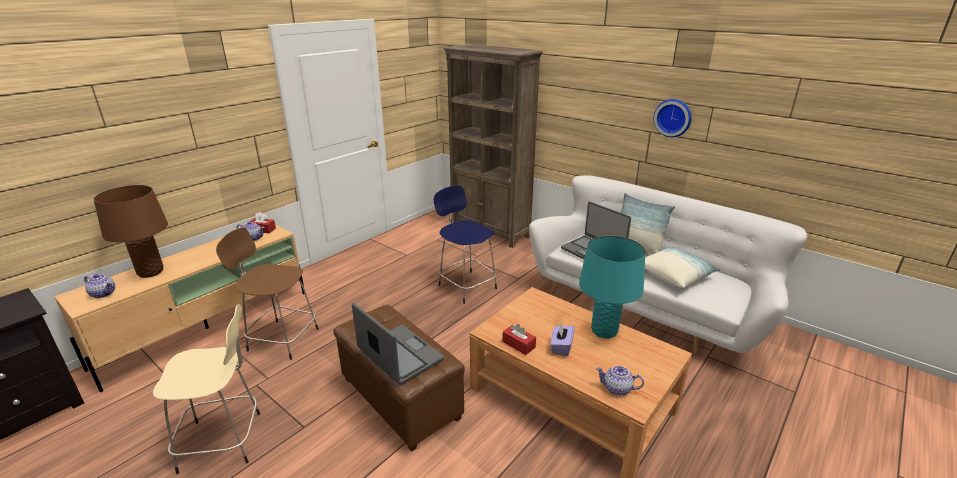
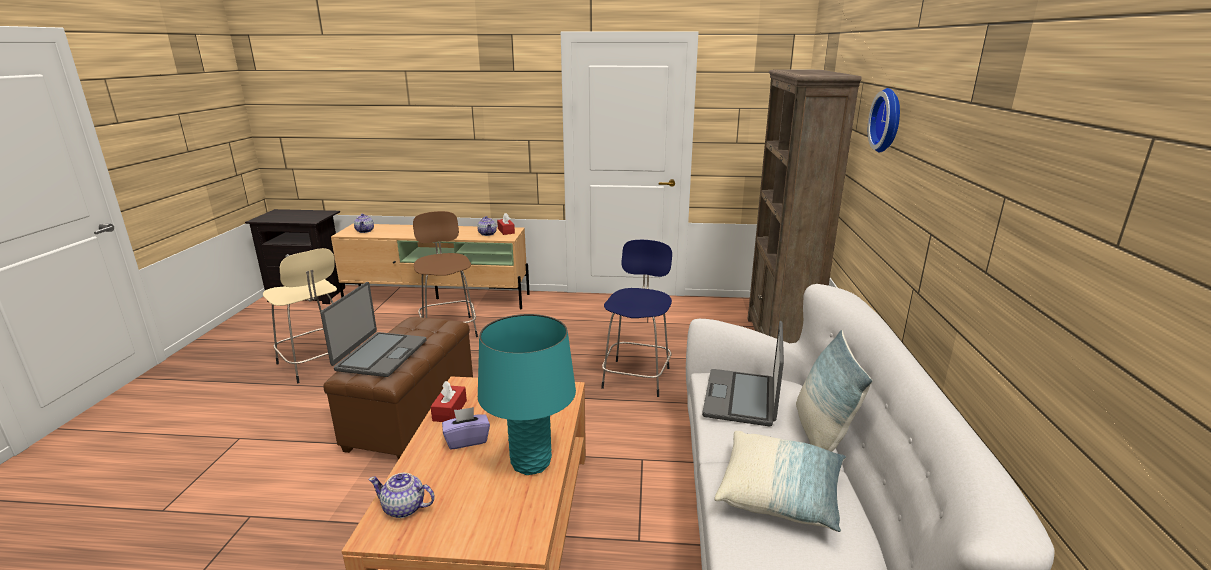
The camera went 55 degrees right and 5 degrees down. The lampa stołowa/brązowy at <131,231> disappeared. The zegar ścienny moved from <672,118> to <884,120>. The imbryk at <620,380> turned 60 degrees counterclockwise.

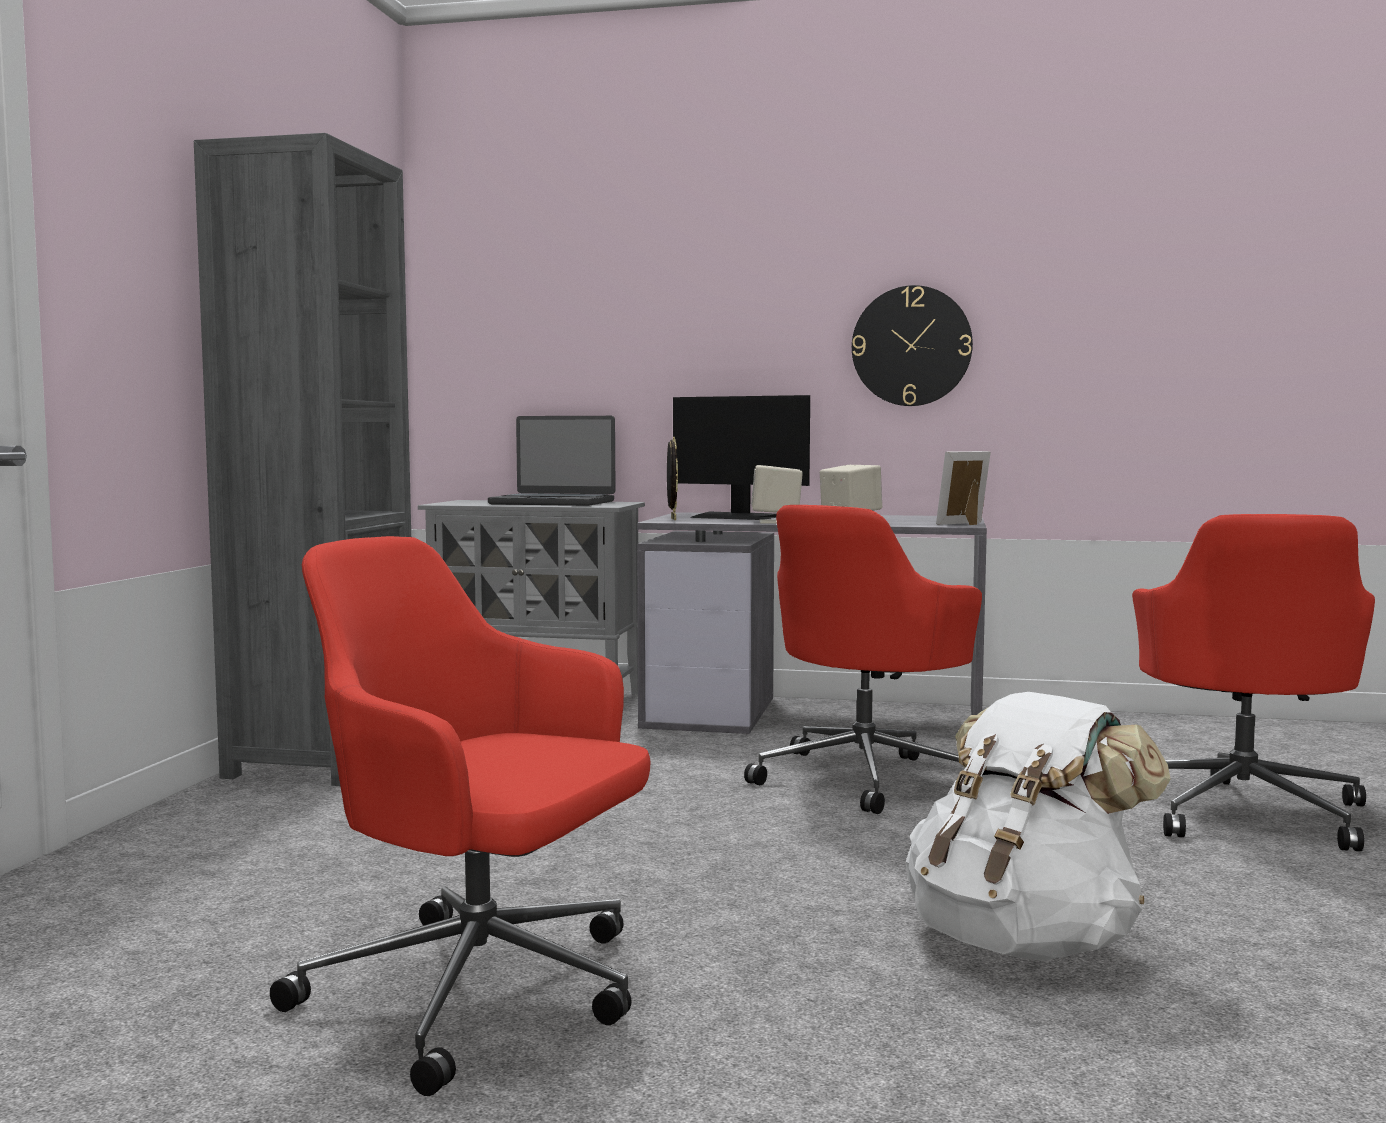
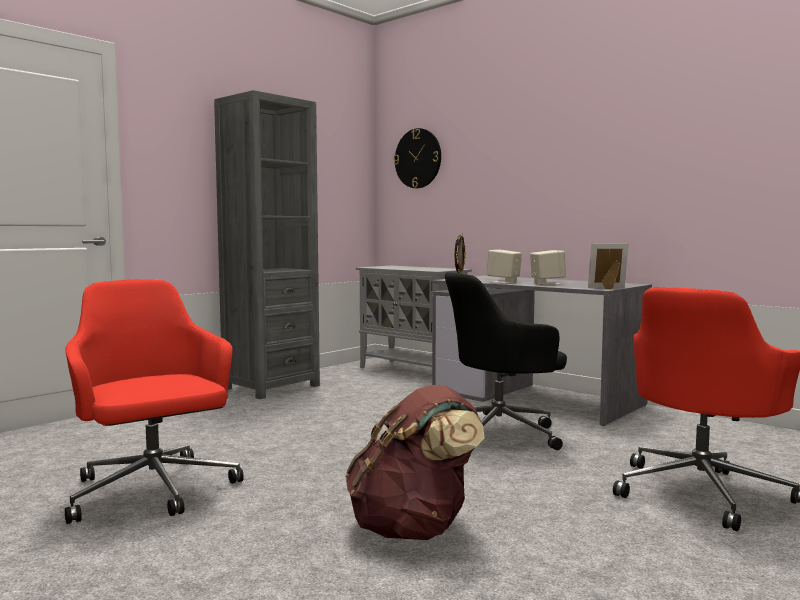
The camera went 30 degrees right and 0 degrees up. The laptop at <551,461> disappeared. The monitor at <741,457> disappeared. The zegar ścienny moved from <912,345> to <417,158>. The krzesło biurowe/czerwony at <863,659> became the krzesło biurowe/czarny at <506,361>. The plecak/biały at <1038,826> became the plecak/brązowy at <415,462>.

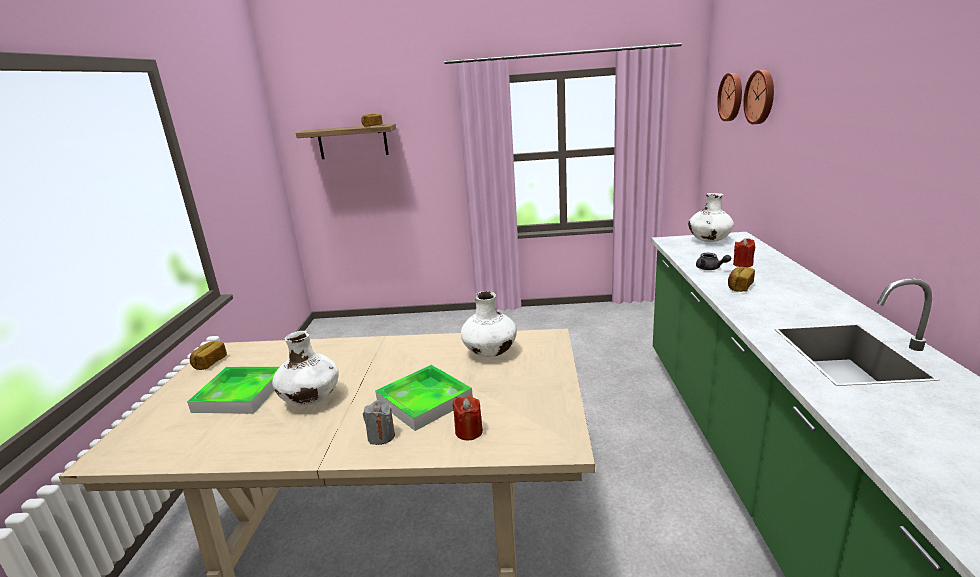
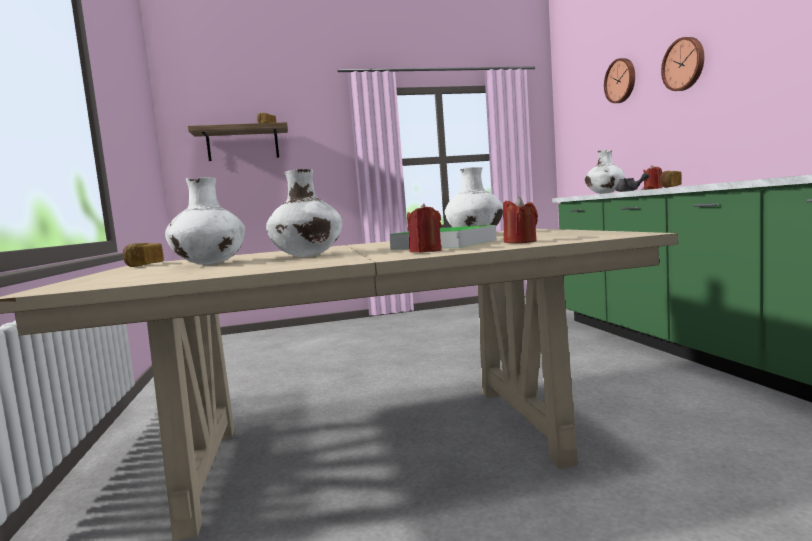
The camera went 15 degrees left and 15 degrees down. The zegar ścienny moved from <729,97> to <683,64>. The taca at <233,390> was replaced by the wazon/biały at <205,221>. The świeca/szary at <379,422> became the świeca/czerwony at <424,228>.

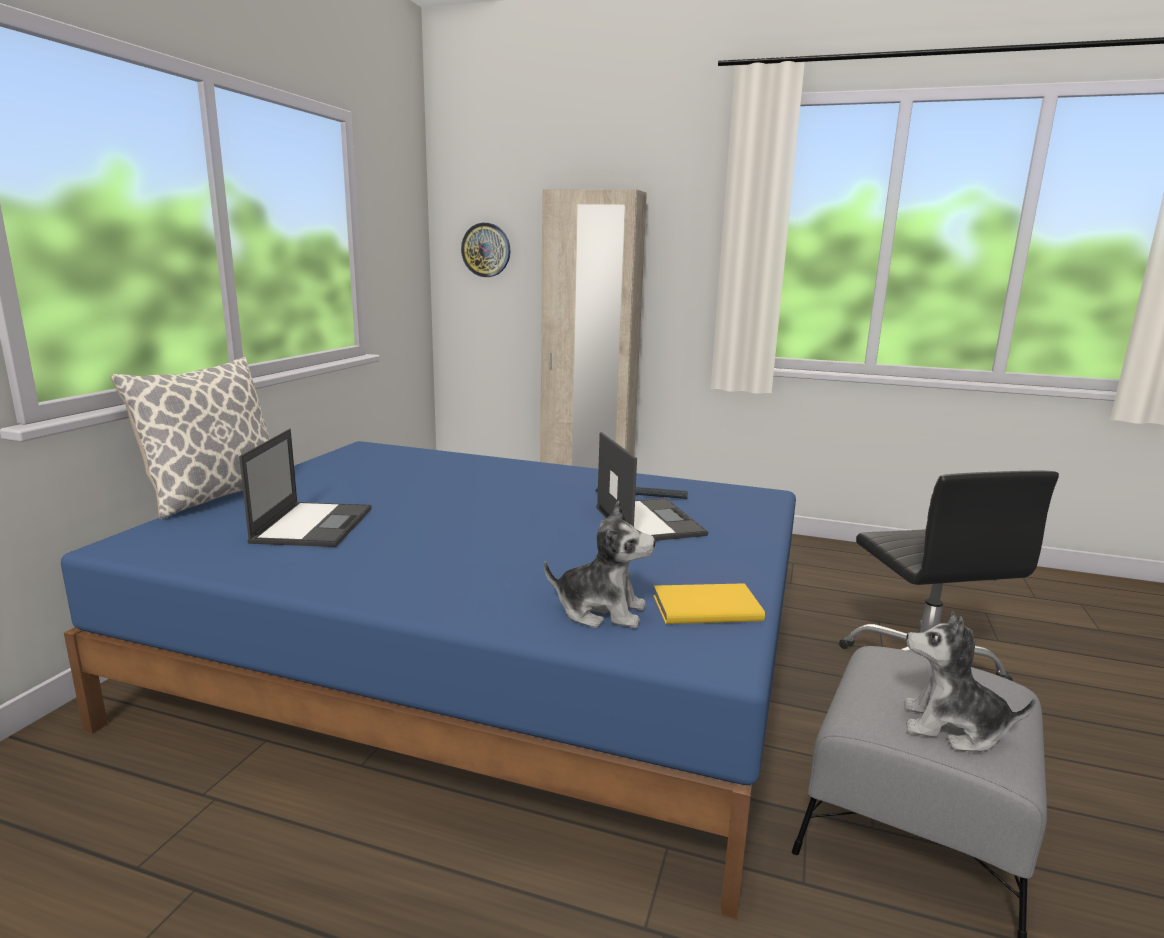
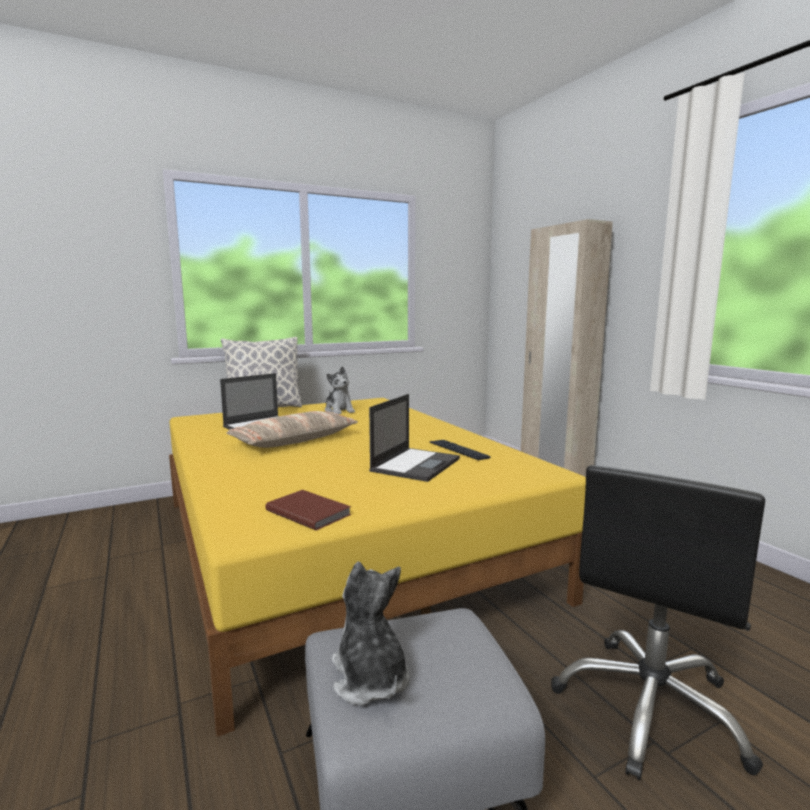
The camera went 45 degrees right and 5 degrees down. The zegar ścienny at <485,250> disappeared. The poduszka at <292,429> appeared. The pluszak moved from <599,564> to <340,390>. The łóżko/niebieski at <428,680> became the łóżko/żółty at <377,567>. The książka/żółty at <709,603> became the książka/brązowy at <308,510>.

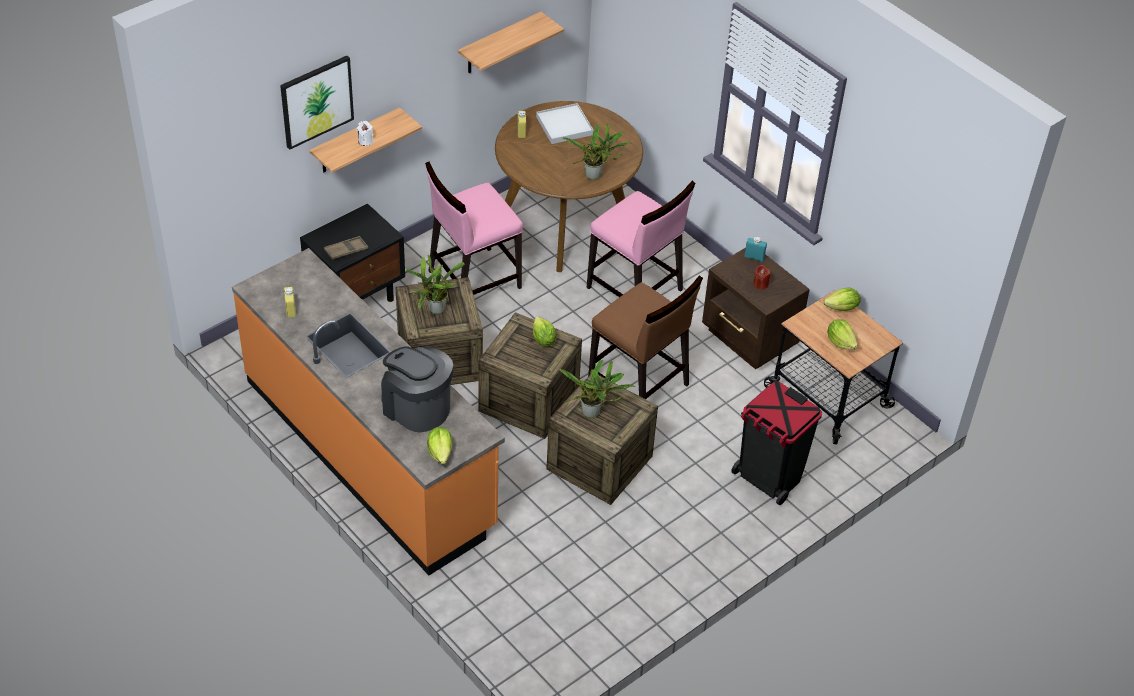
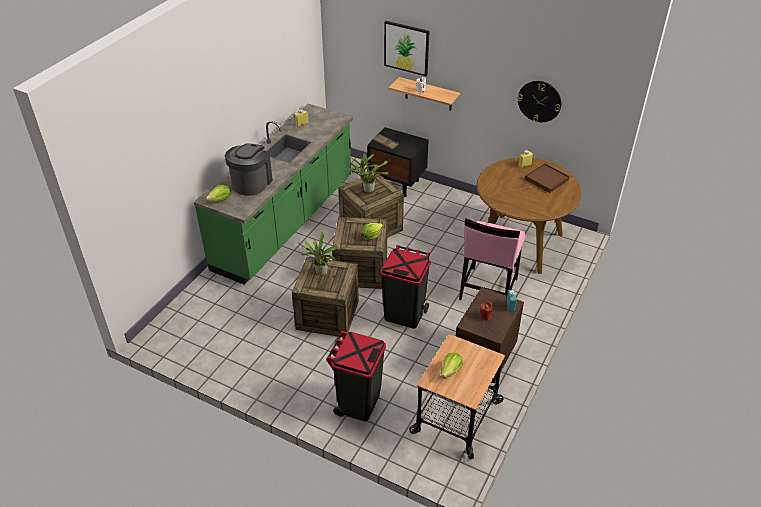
The camera went 70 degrees right and 5 degrees down. The krzesło/różowy at <474,228> disappeared. The roślina doniczkowa at <596,152> disappeared. The sałata at <842,299> disappeared. The półka at <511,42> was replaced by the zegar ścienny at <539,101>. The krzesło/brązowy at <645,337> was replaced by the kosz na śmieci/czarny at <405,286>. The zabudowa kuchenna/pomarańczowy at <368,411> became the zabudowa kuchenna/zielony at <273,194>. The taca/biały at <564,123> became the taca/brązowy at <547,178>.

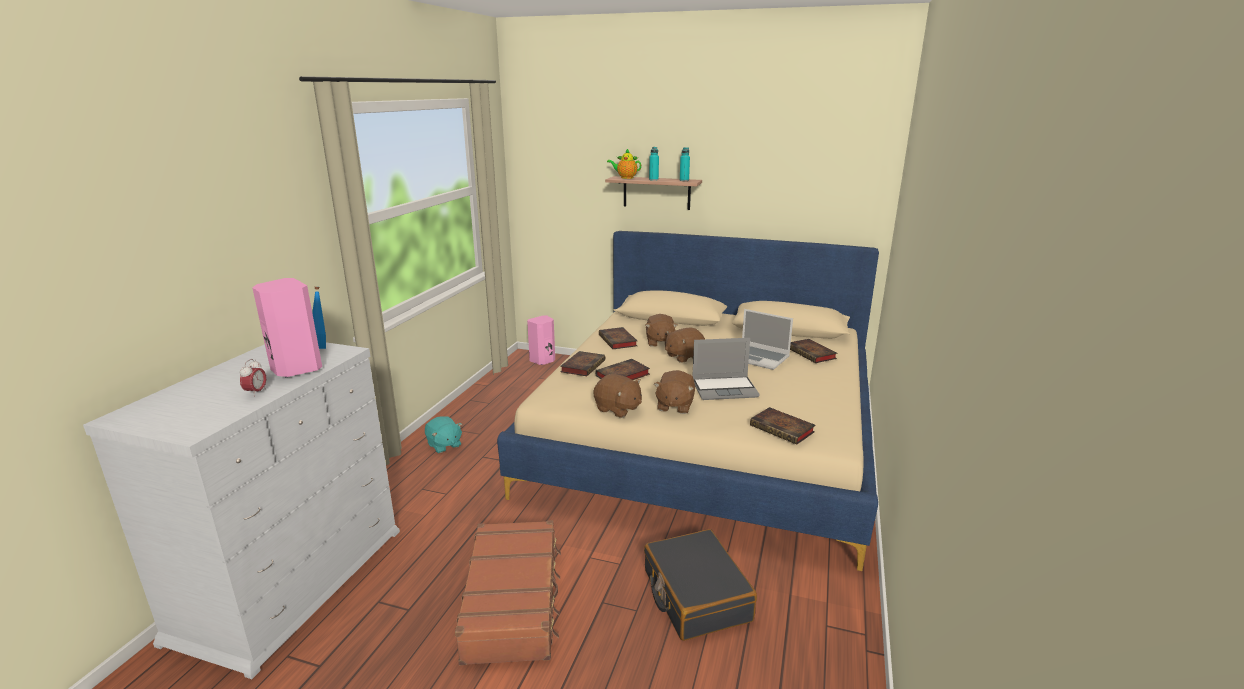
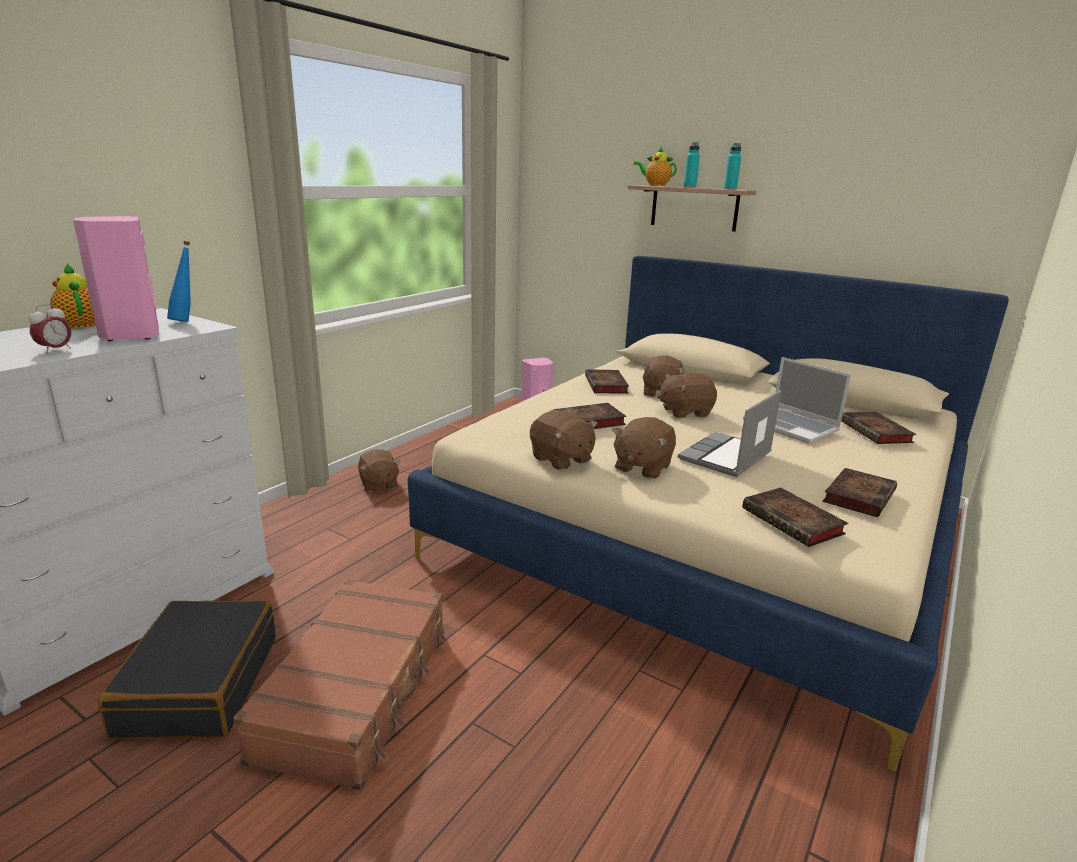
The camera went 15 degrees right and 0 degrees up. The imbryk at <73,295> appeared. The książka moved from <582,363> to <860,492>. The walizka/czarny moved from <700,585> to <186,669>. The pluszak/turkusowy at <443,434> became the pluszak/brązowy at <379,471>. The laptop at <726,369> turned 120 degrees clockwise.

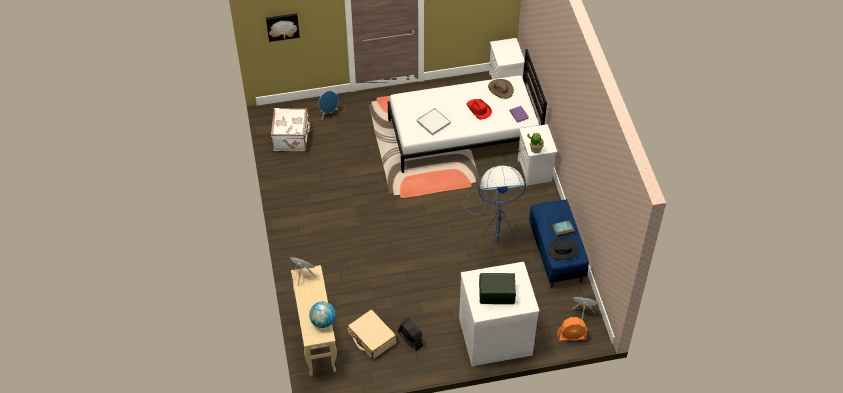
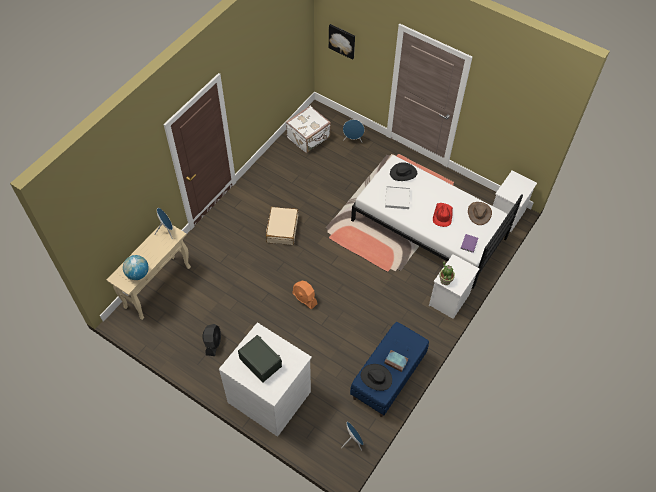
The camera went 45 degrees right and 5 degrees up. The lampa stojąca/niebieski at <494,214> disappeared. The kapelusz/czarny at <403,171> appeared. The walizka/beżowy moved from <372,334> to <282,226>. The wentylator/pomarańczowy moved from <572,329> to <304,295>.

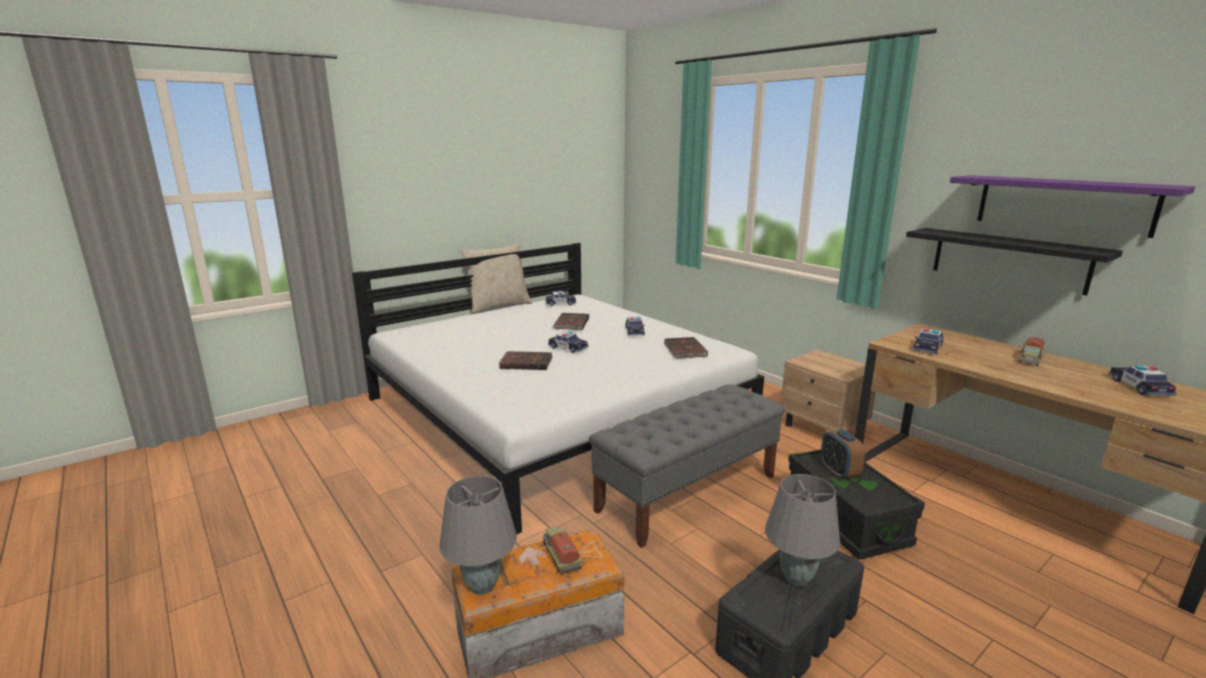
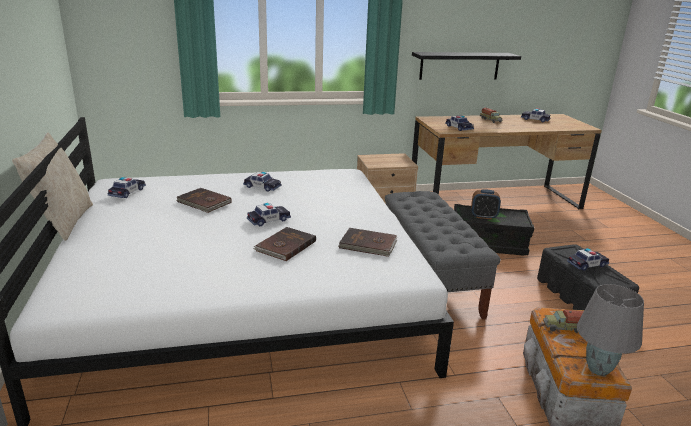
The camera went 65 degrees left and 5 degrees up. The półka/fioletowy at <1072,206> disappeared. The książka/brązowy moved from <686,347> to <367,242>. The lampa stołowa/szary at <802,530> was replaced by the samochodzik at <588,259>.

